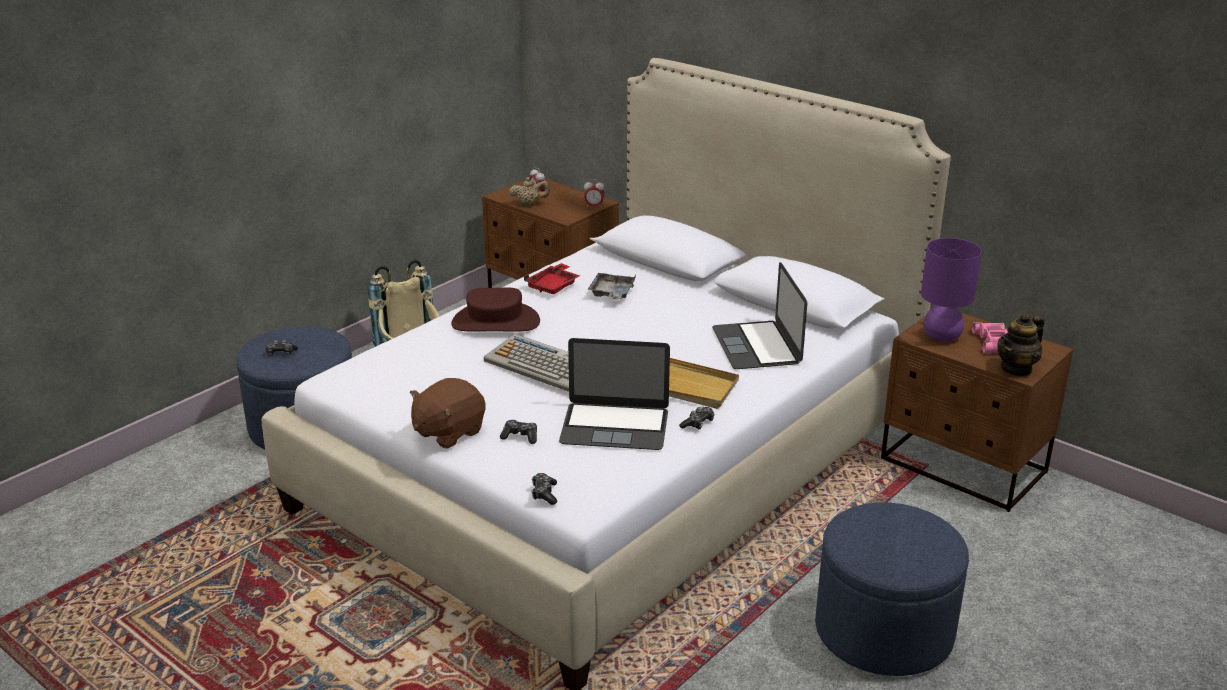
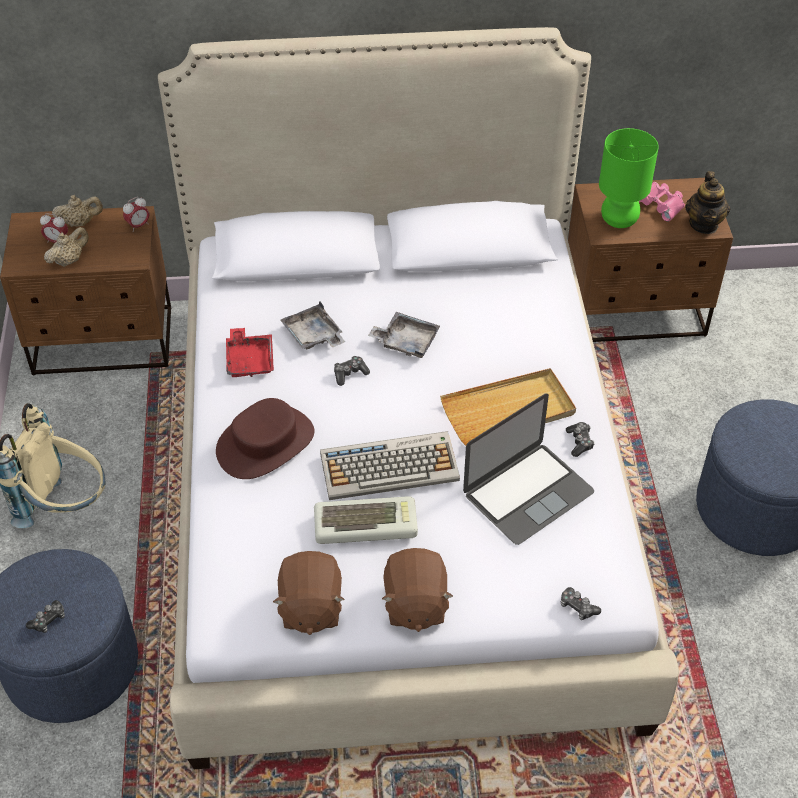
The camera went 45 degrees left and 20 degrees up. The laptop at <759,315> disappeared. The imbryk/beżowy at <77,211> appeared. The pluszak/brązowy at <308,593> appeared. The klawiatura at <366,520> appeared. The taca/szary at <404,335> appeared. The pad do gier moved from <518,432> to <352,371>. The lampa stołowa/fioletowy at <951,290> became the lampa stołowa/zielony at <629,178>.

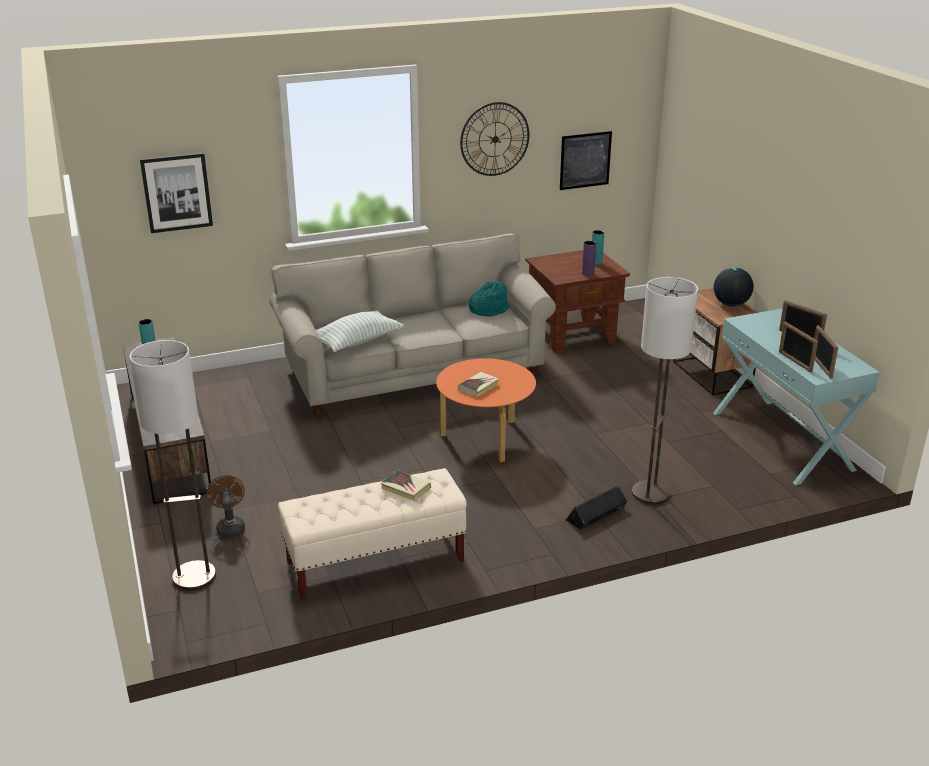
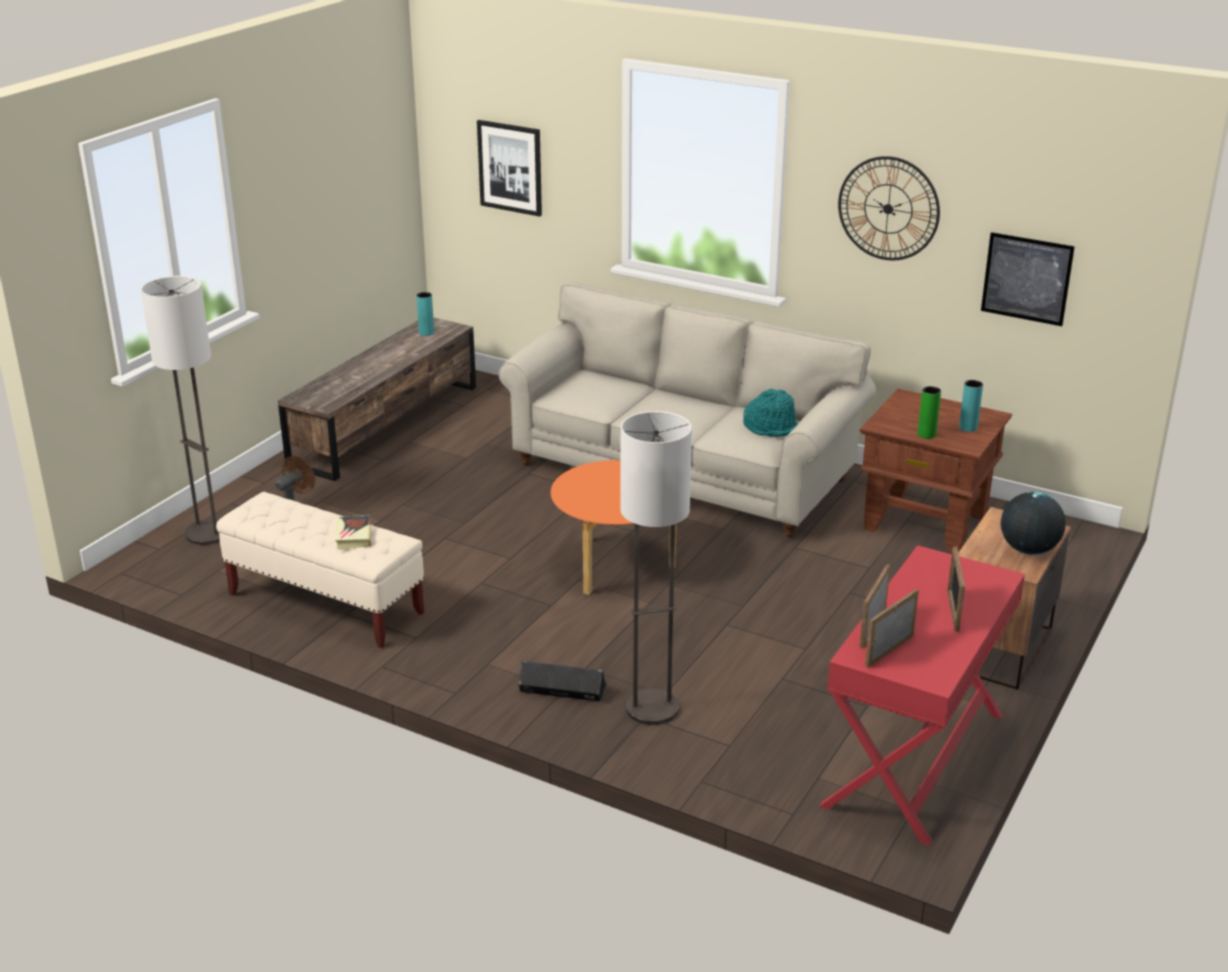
The camera went 50 degrees right and 0 degrees up. The poduszka at <360,331> disappeared. The książka at <478,384> disappeared. The wazon/fioletowy at <589,258> became the wazon/zielony at <929,412>. The stolik konsolowy/turkusowy at <796,396> became the stolik konsolowy/czerwony at <922,695>.

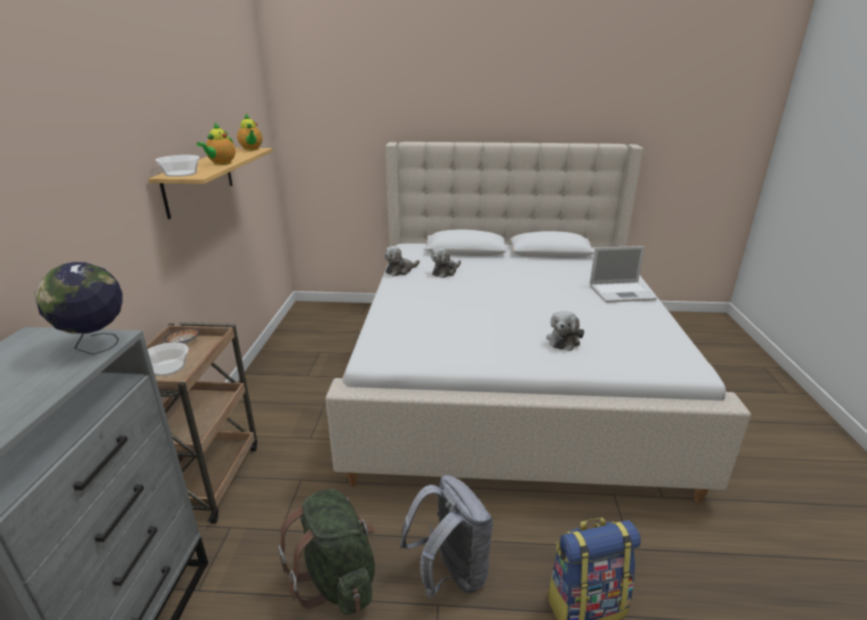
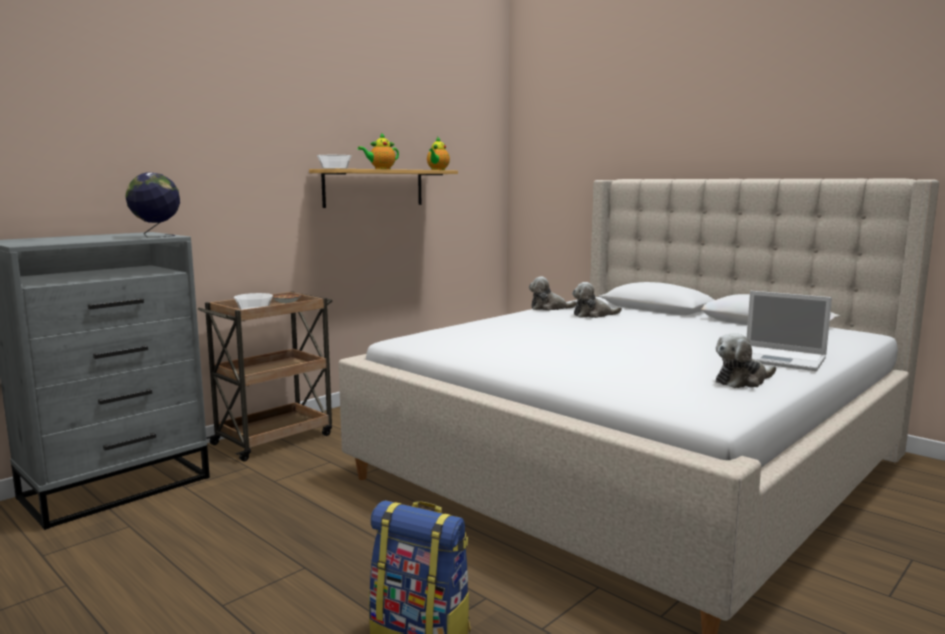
The camera went 40 degrees right and 15 degrees down. The plecak/zielony at <326,552> disappeared. The plecak/szary at <446,537> disappeared. The pluszak moved from <565,331> to <746,360>.

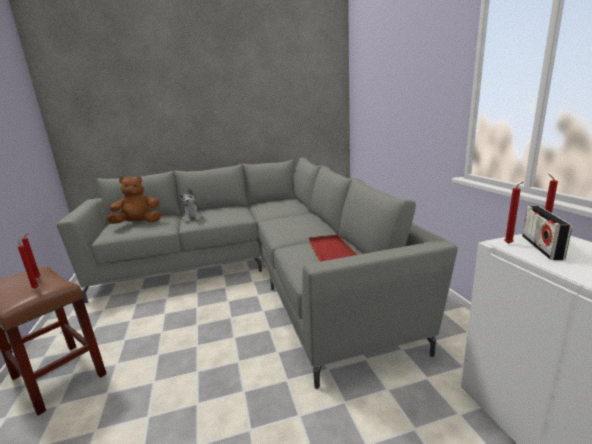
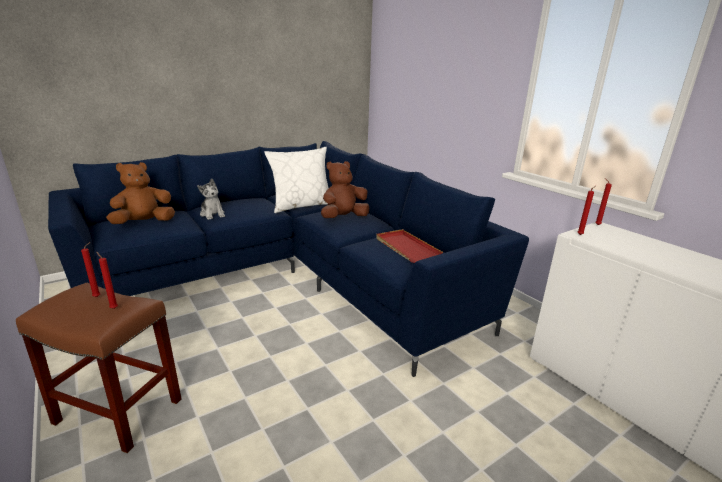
The camera went 20 degrees left and 5 degrees up. The radio at <547,233> disappeared. The poduszka/biały at <296,180> appeared. The pluszak/brązowy at <345,189> appeared. The kanapa/szary at <257,273> became the kanapa/niebieski at <288,259>.

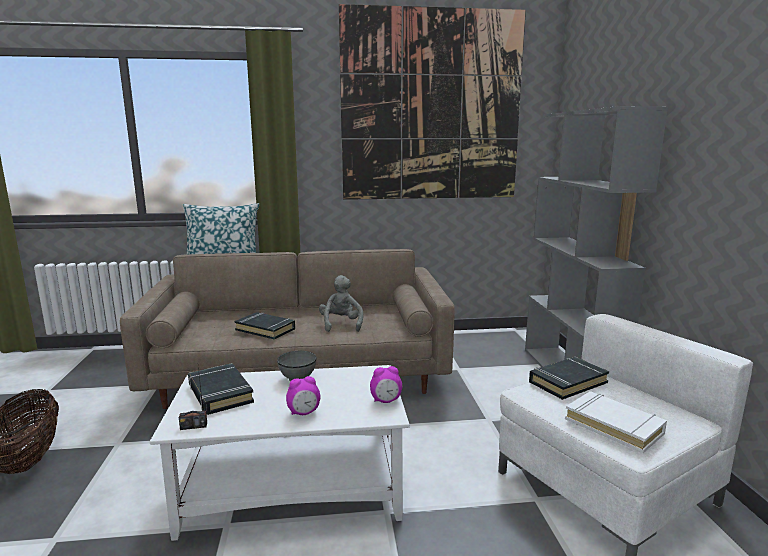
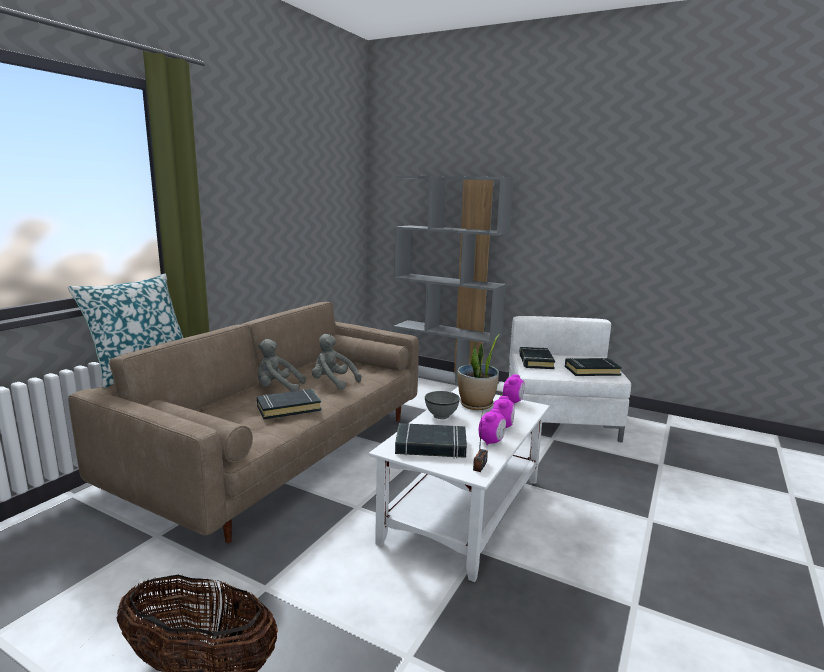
The camera went 55 degrees left and 0 degrees up. The obraz at <432,102> disappeared. The pluszak/szary at <281,365> appeared. The roślina doniczkowa at <478,372> appeared. The budzik at <492,427> appeared. The książka/biały at <616,422> became the książka/czarny at <593,367>.

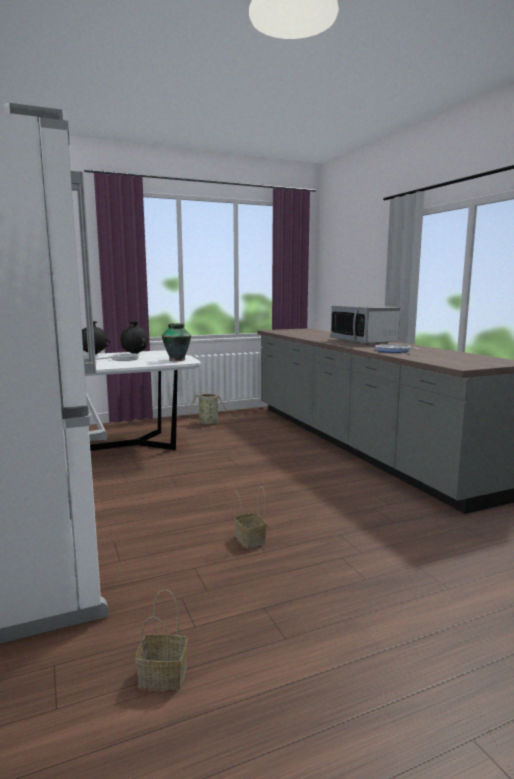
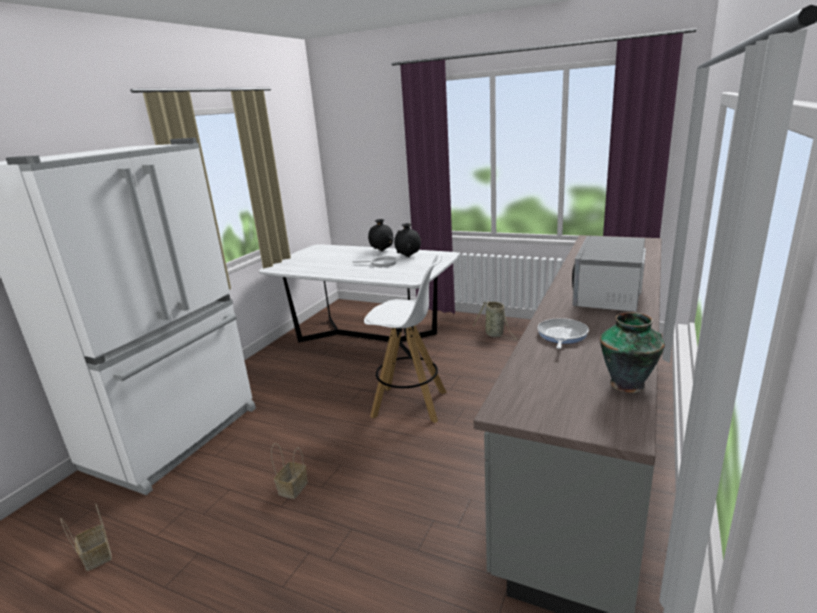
The camera went 50 degrees right and 10 degrees up. The stołek/biały at <405,338> appeared. The wazon moved from <176,342> to <632,352>.

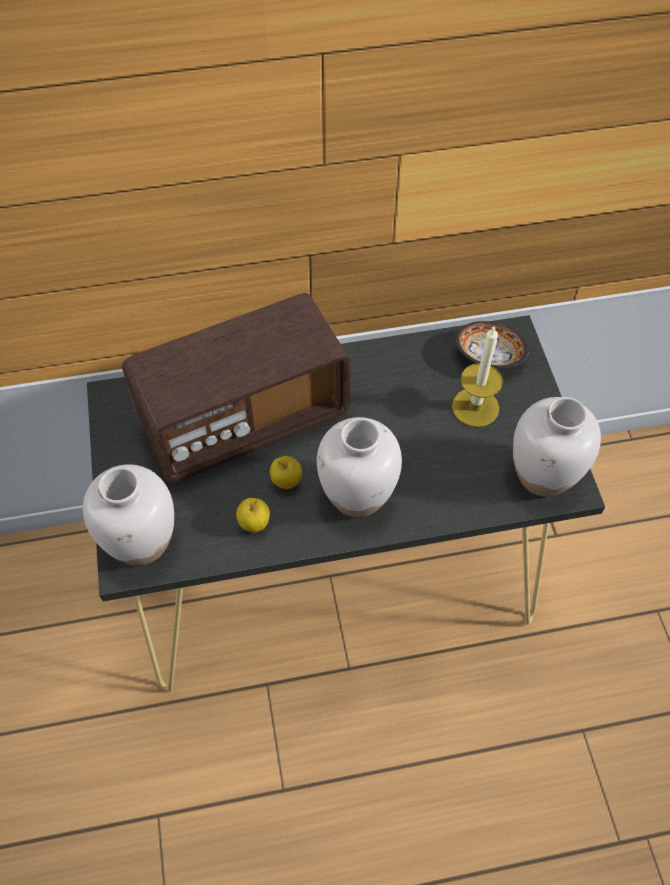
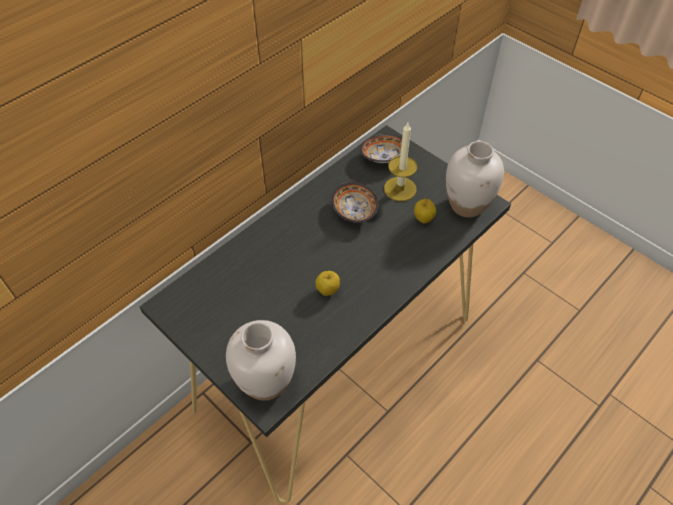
The camera went 35 degrees left and 5 degrees down. The radio at <236,387> disappeared. The wazon/biały at <359,467> disappeared. The miska at <355,202> appeared. The jabłko moved from <253,515> to <425,210>.

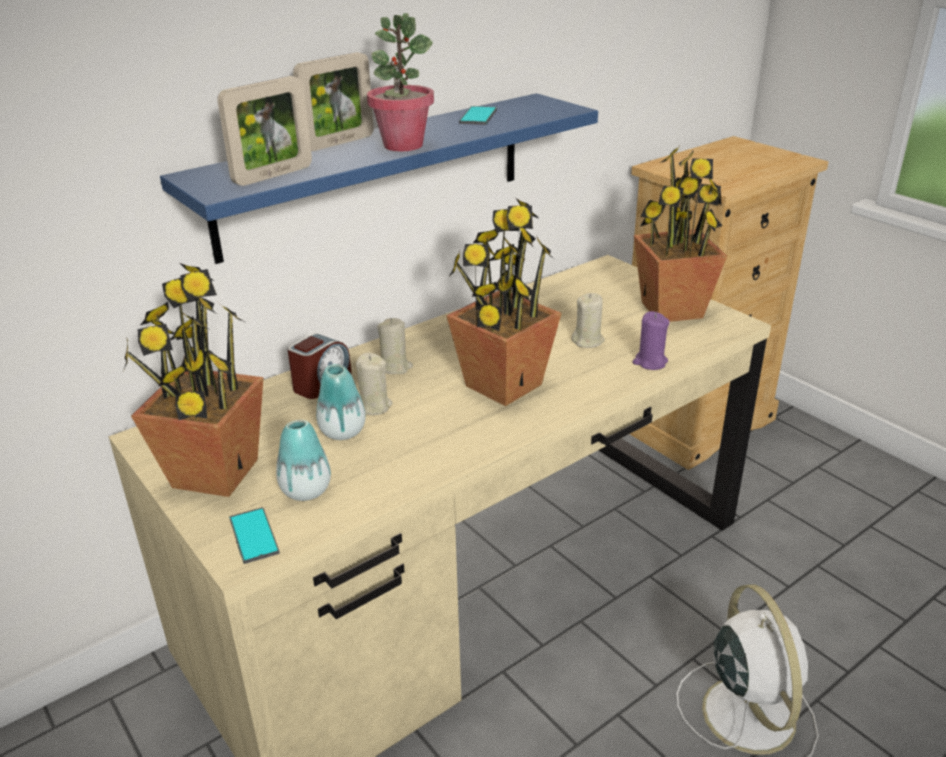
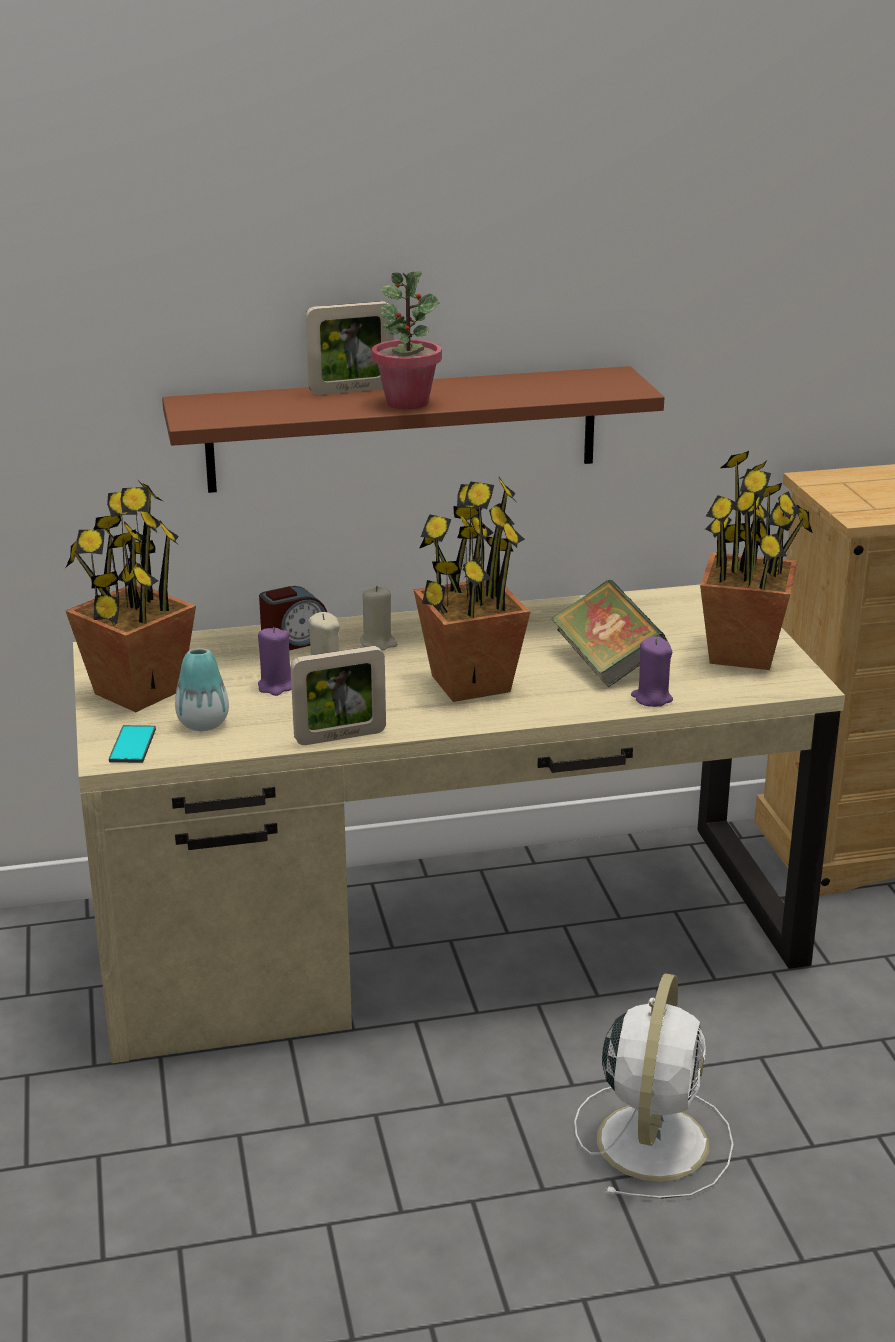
The camera went 25 degrees right and 5 degrees down. The telefon at <478,115> disappeared. The ramka na zdjęcie moved from <265,131> to <338,695>. The wazon at <341,402> was replaced by the świeca/fioletowy at <275,661>. The świeca/beżowy at <588,320> was replaced by the książka at <609,634>. The półka/niebieski at <379,178> became the półka/brązowy at <413,429>.

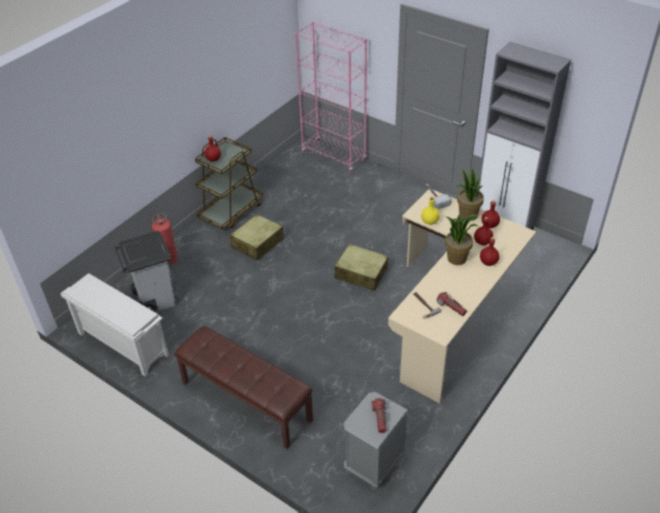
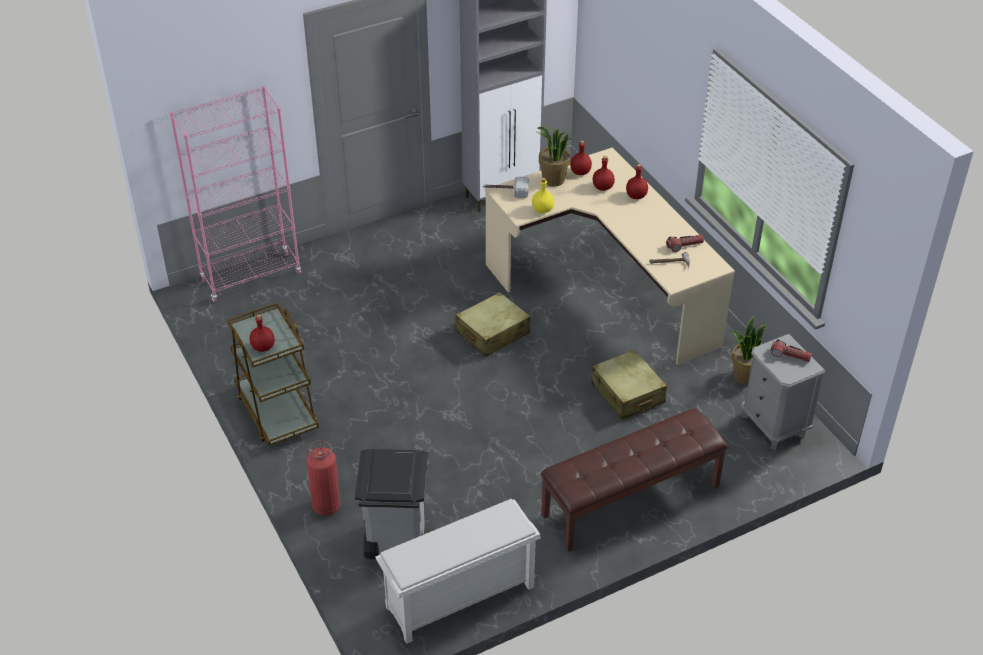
The camera went 65 degrees left and 0 degrees up. The walizka/beżowy moved from <257,237> to <629,384>. The roślina doniczkowa moved from <462,240> to <749,350>.

